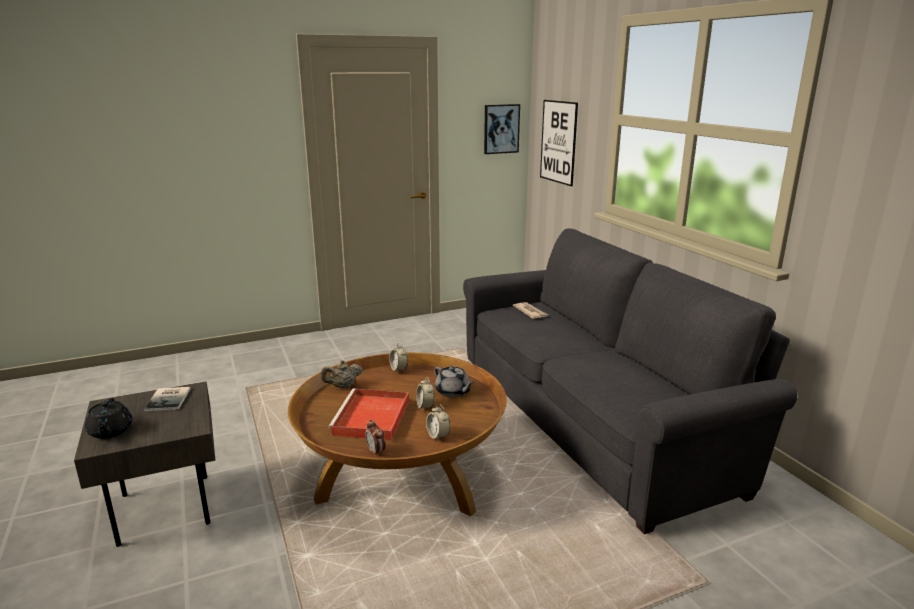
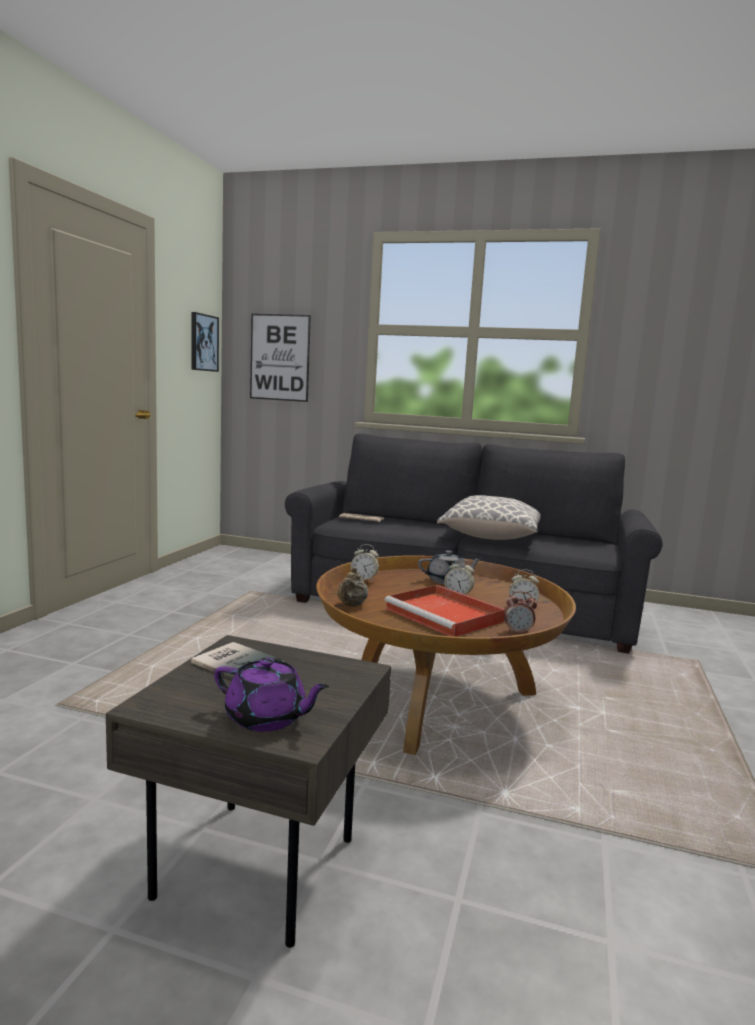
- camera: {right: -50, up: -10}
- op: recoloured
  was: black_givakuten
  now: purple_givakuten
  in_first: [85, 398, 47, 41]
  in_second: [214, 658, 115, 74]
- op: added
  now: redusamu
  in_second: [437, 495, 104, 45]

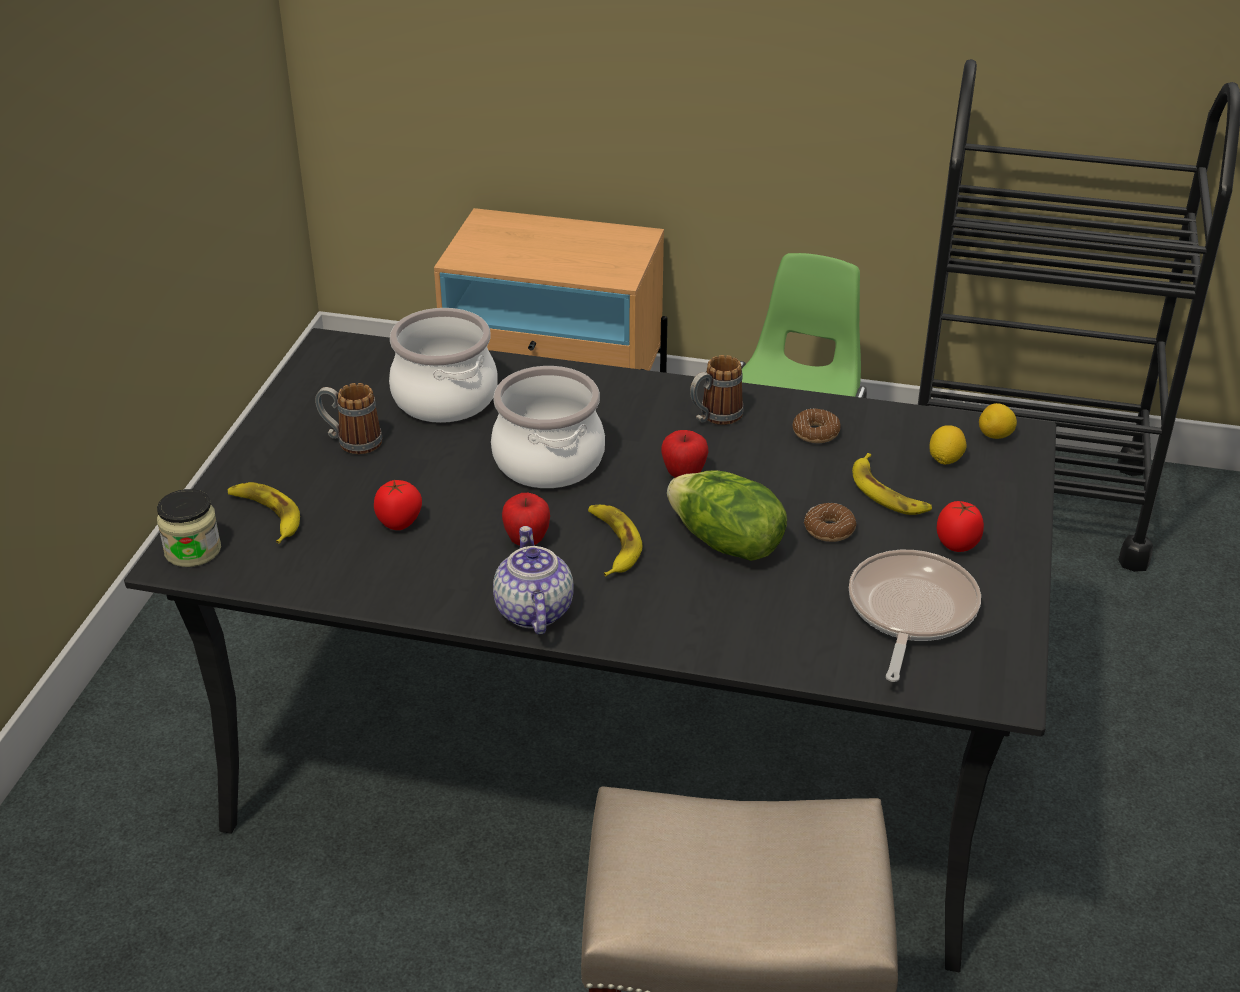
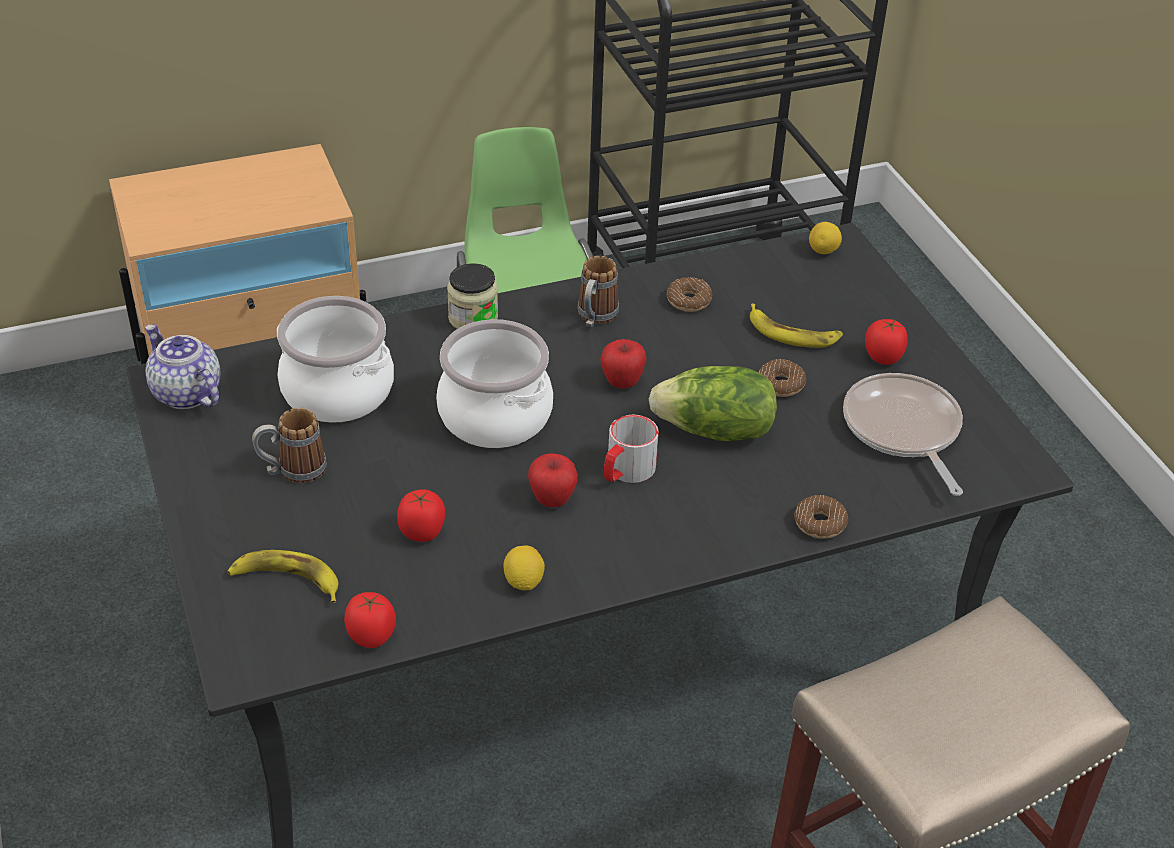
- camera: {right: -35, up: 5}
- op: moved
  was: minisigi
  in_first: [157, 489, 64, 78]
  in_second: [447, 263, 51, 66]
- op: moved
  was: givakuten
  in_first: [493, 526, 81, 109]
  in_second: [145, 324, 75, 85]
- op: replaced
  was: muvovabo
  now: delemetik
  in_first: [588, 505, 54, 71]
  in_second: [604, 415, 55, 68]
- op: moved
  was: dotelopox
  in_first: [929, 425, 38, 40]
  in_second: [503, 546, 42, 45]
- op: added
  now: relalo
  in_second: [344, 592, 52, 56]
- op: added
  now: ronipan
  in_second: [794, 495, 54, 44]

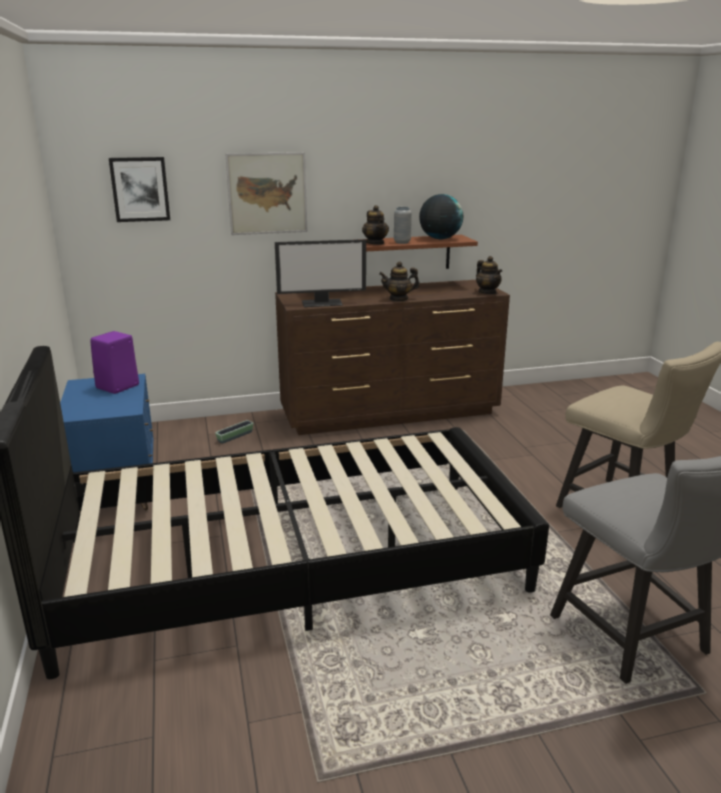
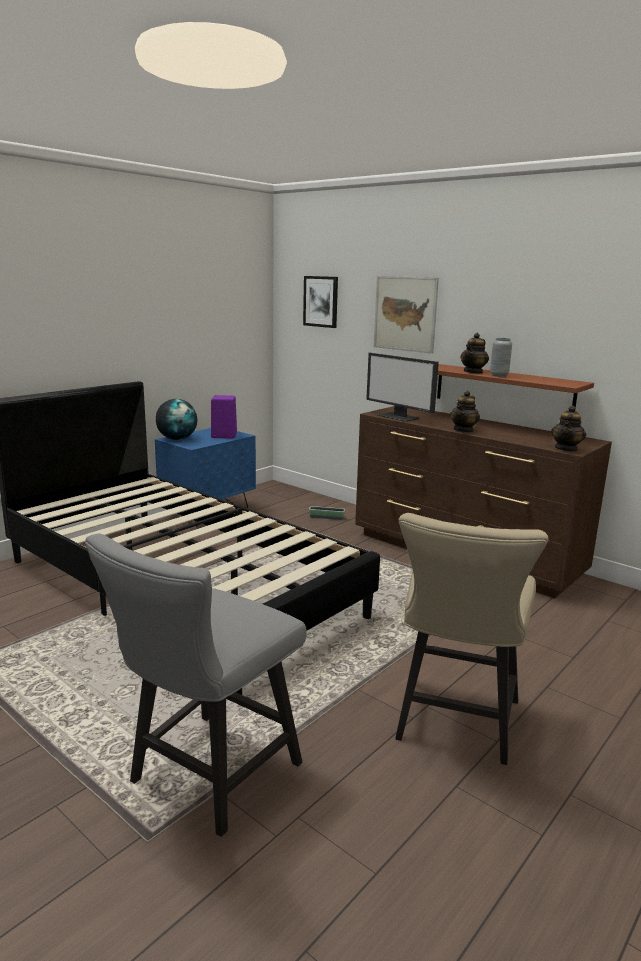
- camera: {right: 55, up: -5}
- op: turned
  was: givakuten
  in_first: [379, 261, 41, 41]
  in_second: [450, 391, 30, 42]
  clockwise: -105
- op: moved
  was: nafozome
  in_first: [419, 194, 44, 45]
  in_second: [156, 399, 41, 41]

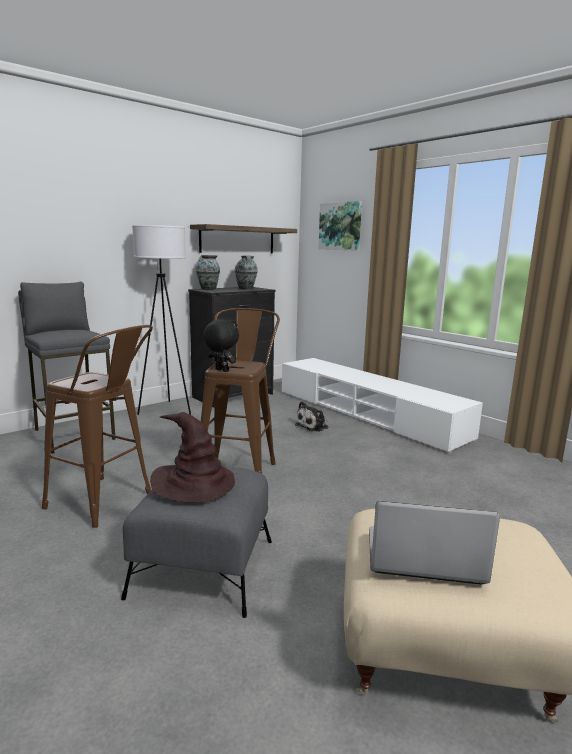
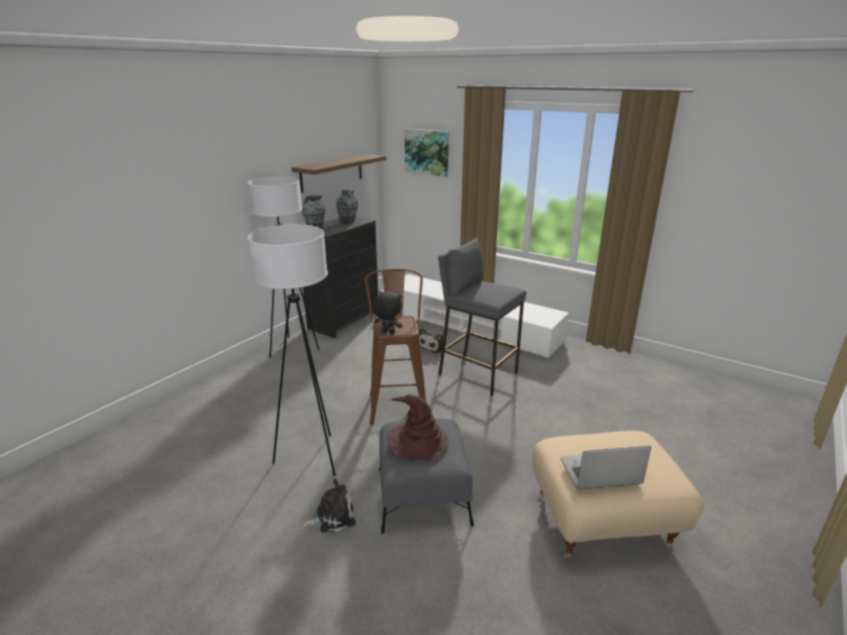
- camera: {right: -15, up: 10}
- op: moved
  was: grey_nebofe
  in_first: [18, 282, 98, 172]
  in_second: [438, 238, 89, 158]
- op: replaced
  was: brown_nebofe
  now: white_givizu
  in_first: [42, 325, 111, 203]
  in_second: [248, 224, 88, 252]
- op: added
  now: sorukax
  in_second: [302, 479, 54, 53]

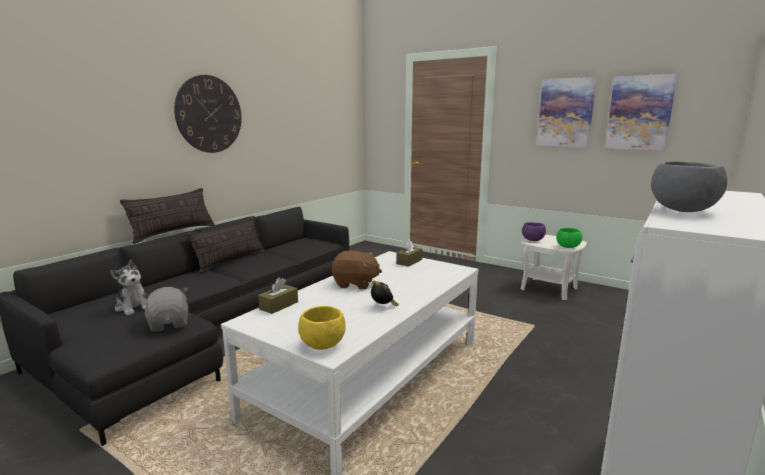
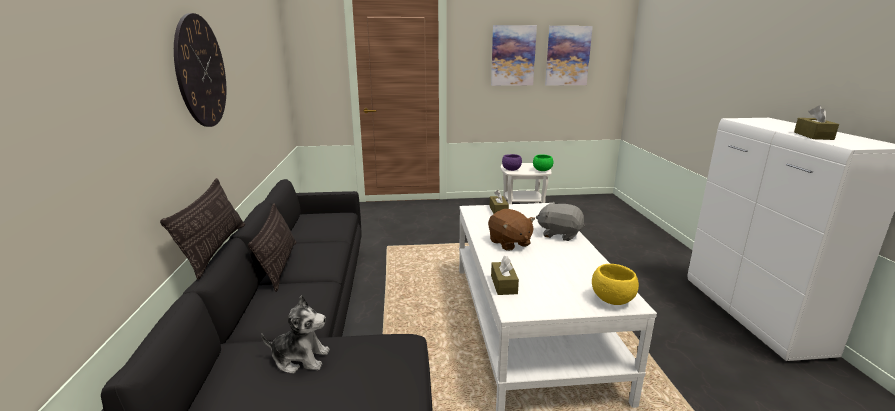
- camera: {right: -40, up: 5}
- op: moved
  was: grey_sorukax
  in_first: [142, 287, 46, 45]
  in_second: [536, 202, 49, 39]
- op: turned
  was: brown_sorukax
  in_first: [332, 251, 50, 38]
  in_second: [488, 209, 47, 42]
  clockwise: 90
- op: removed
  was: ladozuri
  in_first: [371, 281, 28, 26]
- op: replaced
  was: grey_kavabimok
  now: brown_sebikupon
  in_first: [651, 161, 76, 51]
  in_second: [794, 105, 45, 35]

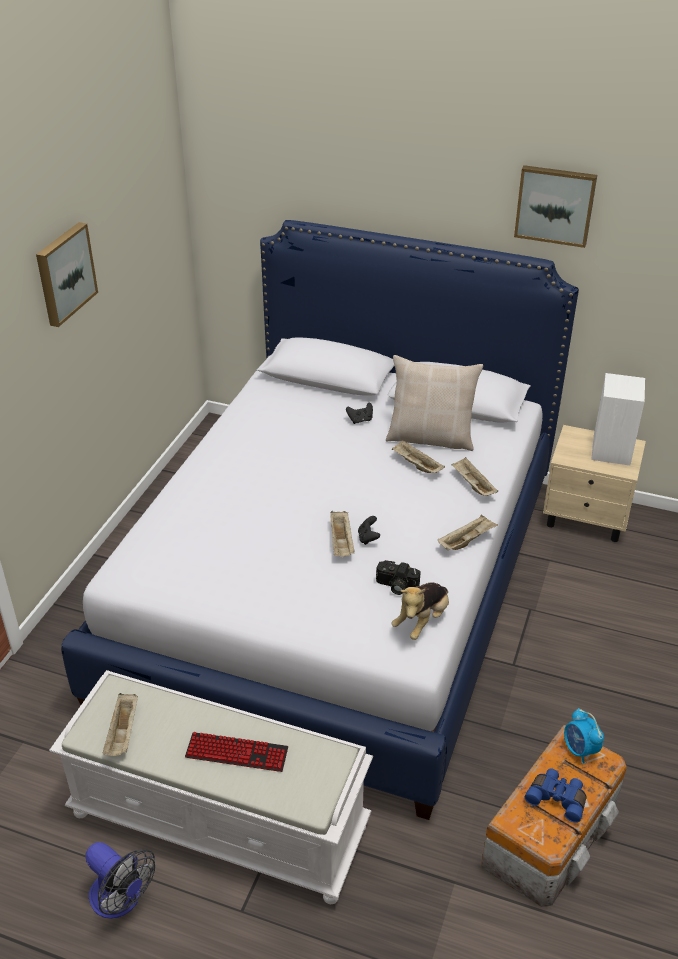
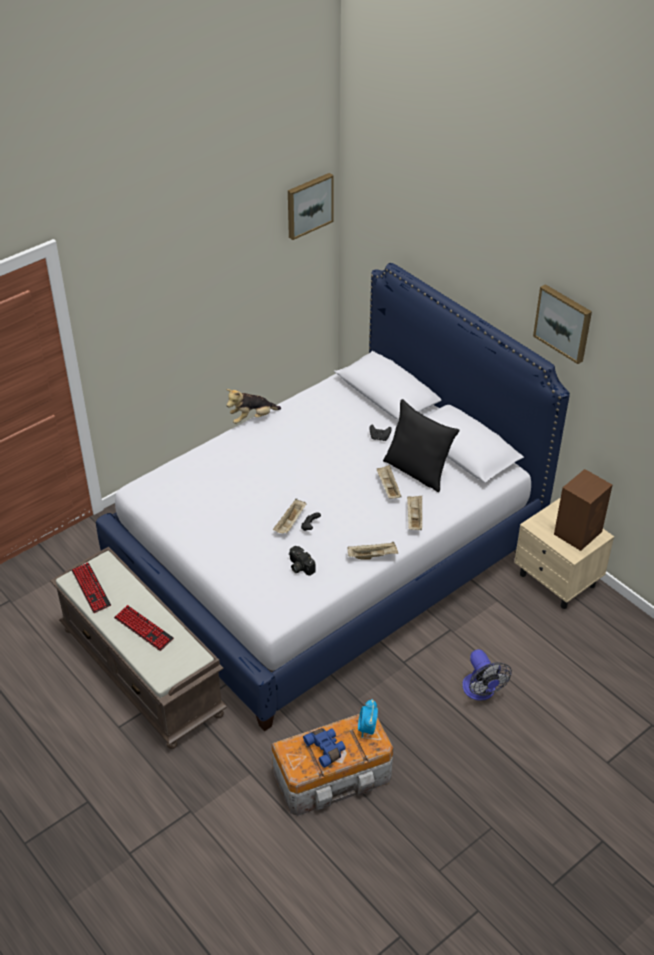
- camera: {right: 30, up: 5}
- op: moved
  was: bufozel
  in_first: [36, 222, 62, 105]
  in_second: [288, 173, 46, 67]
- op: recoloured
  was: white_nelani
  now: brown_nelani
  in_first: [49, 670, 324, 234]
  in_second: [50, 547, 177, 202]
- op: moved
  was: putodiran
  in_first: [85, 842, 70, 77]
  in_second: [462, 649, 50, 52]
- op: replaced
  was: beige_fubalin
  now: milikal
  in_first: [103, 693, 35, 63]
  in_second: [72, 562, 39, 51]
- op: recoloured
  was: beige_redusamu
  now: black_redusamu
  in_first: [386, 355, 97, 96]
  in_second: [383, 399, 76, 93]
- op: moved
  was: sorukax
  in_first: [391, 583, 58, 57]
  in_second: [226, 389, 55, 35]
- op: recoloured
  was: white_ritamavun
  now: brown_ritamavun
  in_first: [591, 373, 54, 92]
  in_second: [554, 469, 58, 82]

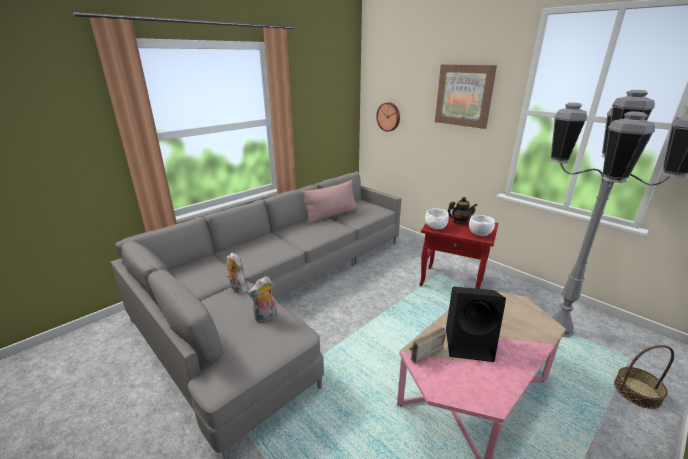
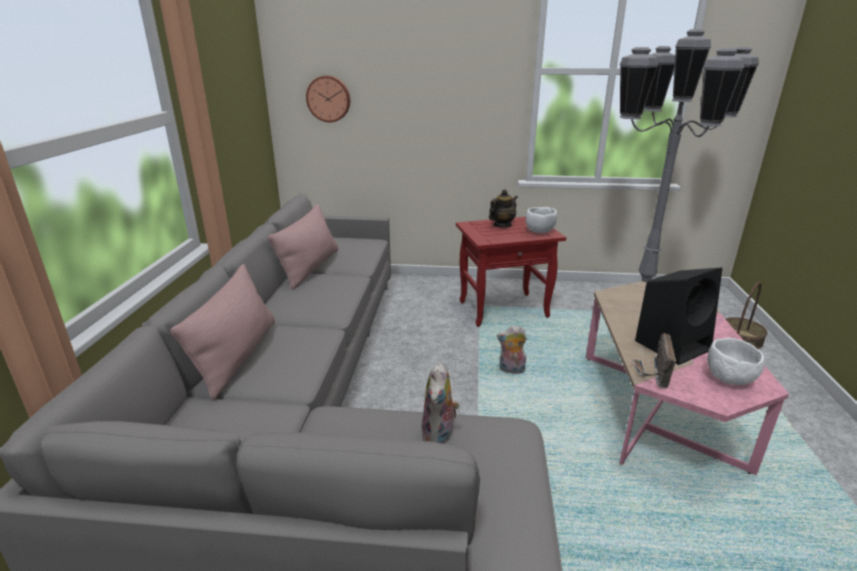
- camera: {right: -40, up: 0}
- op: moved
  was: sorukax
  in_first: [227, 252, 22, 41]
  in_second: [497, 326, 30, 48]
- op: moved
  was: white_kavabimok
  in_first: [425, 208, 24, 22]
  in_second: [707, 338, 58, 47]
- op: removed
  was: bufozel
  in_first: [435, 64, 62, 65]
- op: added
  now: pink_redusamu
  in_second: [170, 264, 105, 136]

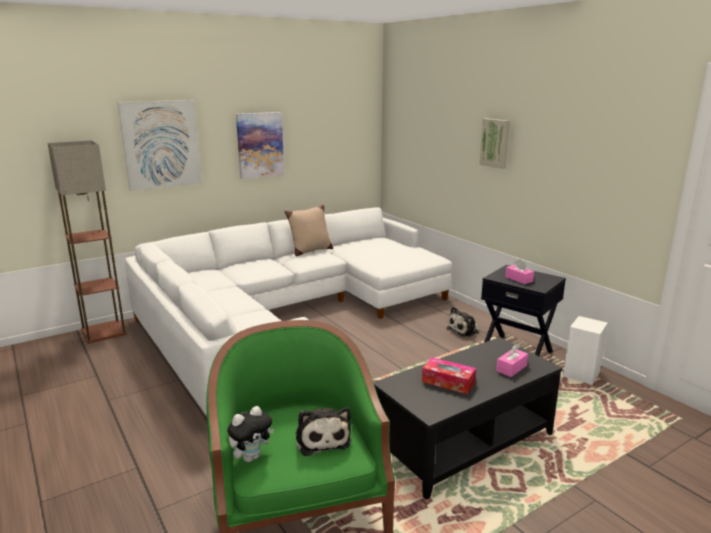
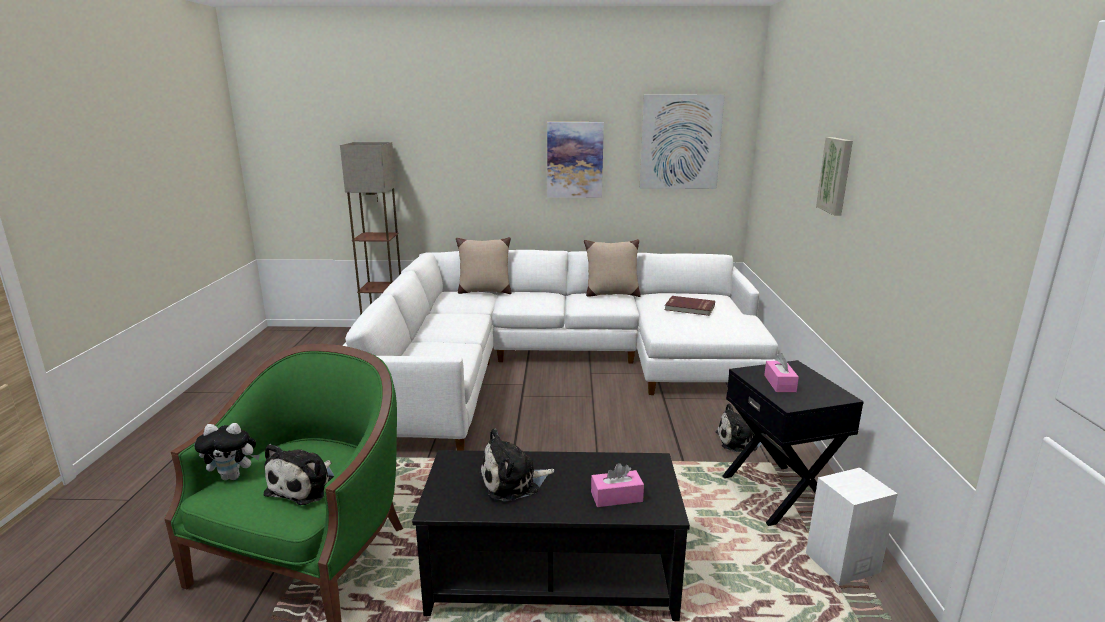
- camera: {right: 35, up: 0}
- op: moved
  was: bufozel
  in_first: [118, 100, 83, 91]
  in_second: [640, 95, 85, 94]
- op: replaced
  was: sebikupon
  now: sorukax
  in_first: [422, 357, 54, 37]
  in_second: [480, 428, 74, 73]
- op: added
  now: beige_redusamu
  in_second: [456, 237, 55, 57]
- op: added
  now: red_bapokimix
  in_second: [665, 296, 50, 20]

